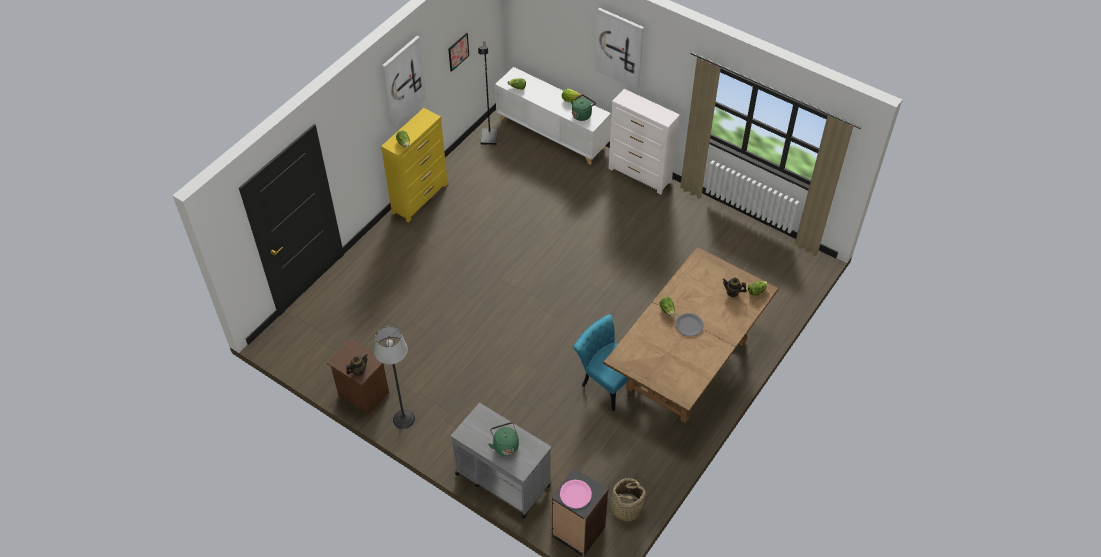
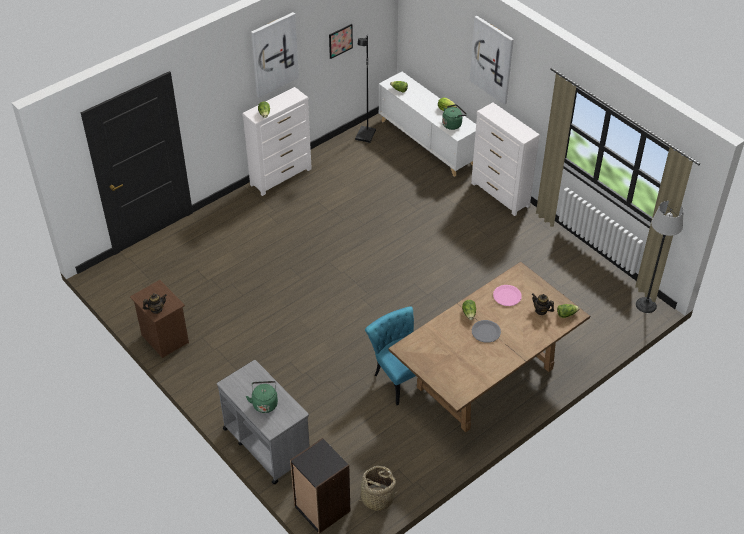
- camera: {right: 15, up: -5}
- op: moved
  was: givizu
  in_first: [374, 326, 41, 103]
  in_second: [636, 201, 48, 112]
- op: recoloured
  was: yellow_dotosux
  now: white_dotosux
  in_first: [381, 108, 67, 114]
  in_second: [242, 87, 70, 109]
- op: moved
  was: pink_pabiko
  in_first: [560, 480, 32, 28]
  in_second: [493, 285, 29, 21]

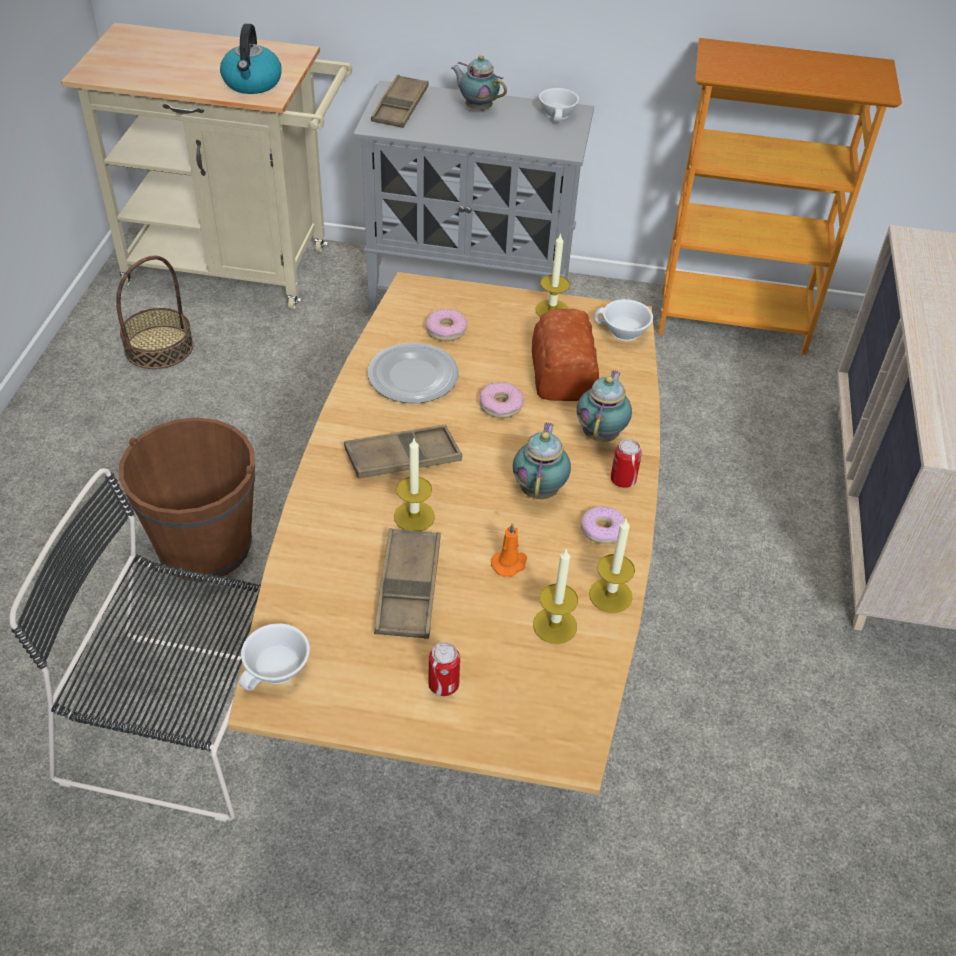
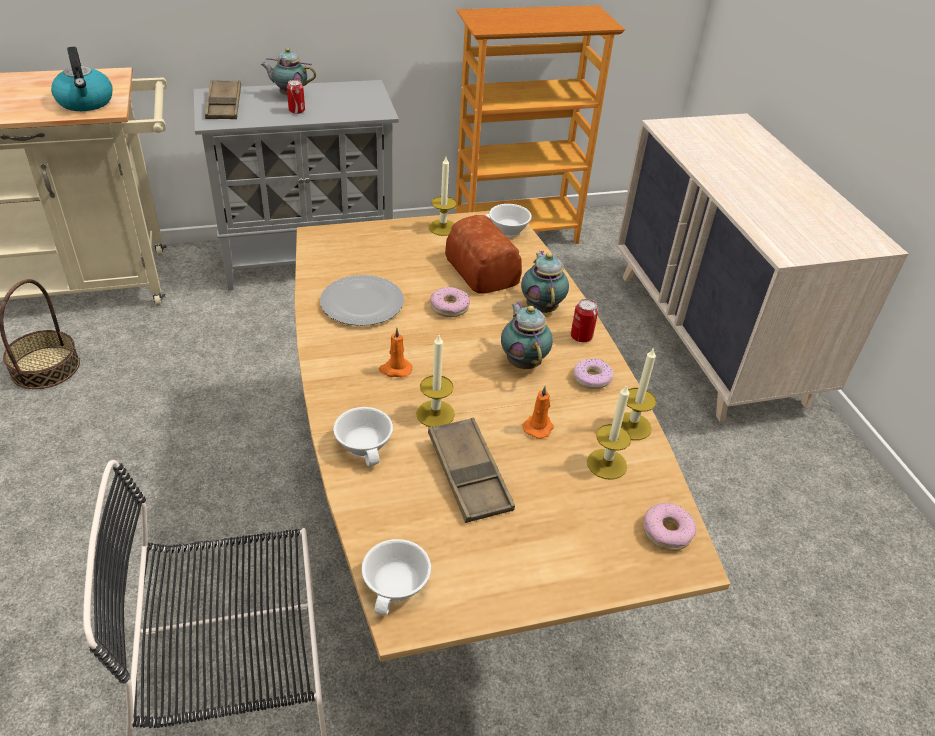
- camera: {right: -25, up: -5}
- op: removed
  was: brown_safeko
  in_first: [119, 417, 136, 165]
- op: replaced
  was: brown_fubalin
  now: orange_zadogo
  in_first: [344, 425, 118, 54]
  in_second: [379, 328, 33, 50]
- op: moved
  was: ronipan
  in_first: [426, 309, 41, 32]
  in_second: [643, 503, 53, 48]
- op: moved
  was: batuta
  in_first: [428, 642, 32, 54]
  in_second: [287, 80, 18, 34]
- op: moved
  was: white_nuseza
  in_first: [539, 88, 40, 34]
  in_second: [333, 407, 60, 60]

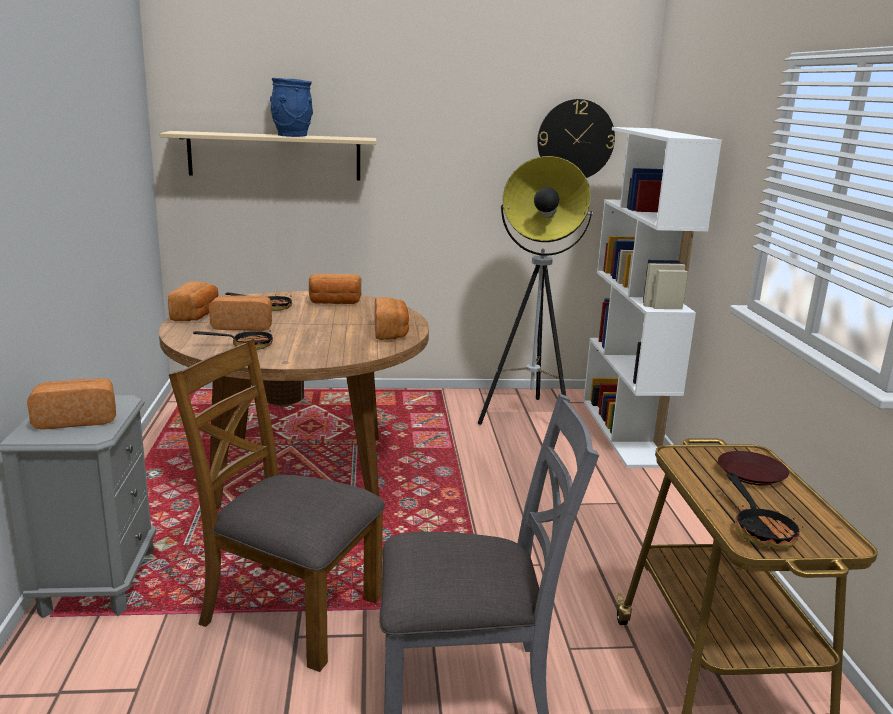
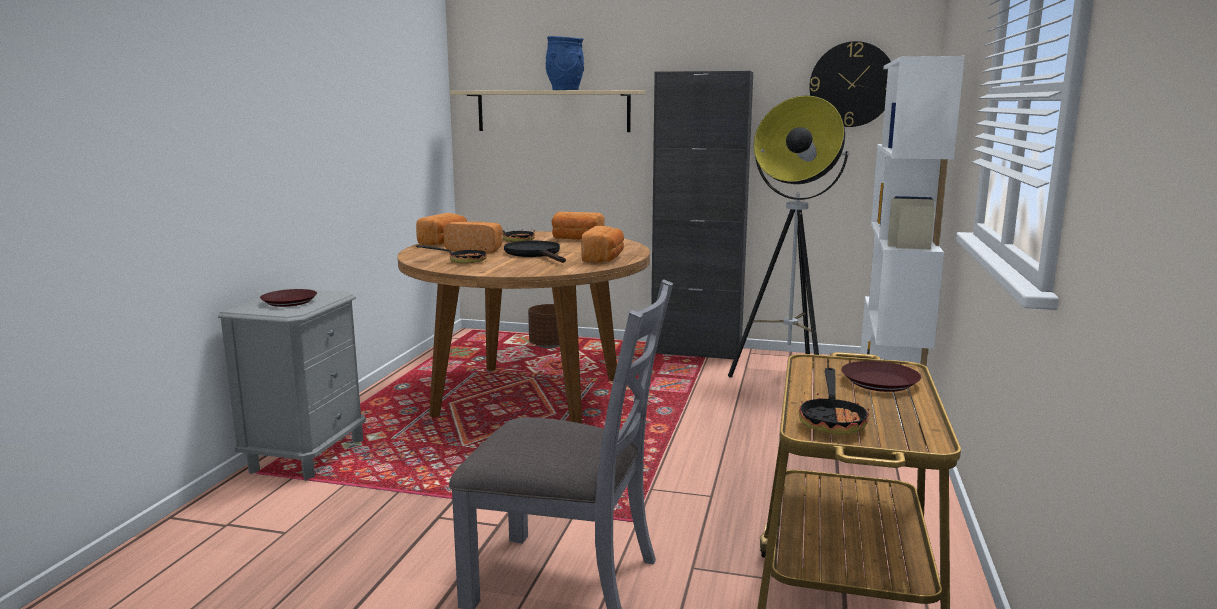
- camera: {right: 20, up: -5}
- op: replaced
  was: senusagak
  now: brown_pabiko
  in_first: [27, 378, 89, 52]
  in_second: [260, 289, 57, 18]
- op: removed
  was: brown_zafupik
  in_first: [169, 339, 216, 333]
- op: added
  now: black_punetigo
  in_second: [504, 241, 62, 22]
- op: added
  now: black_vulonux
  in_second: [651, 71, 102, 288]

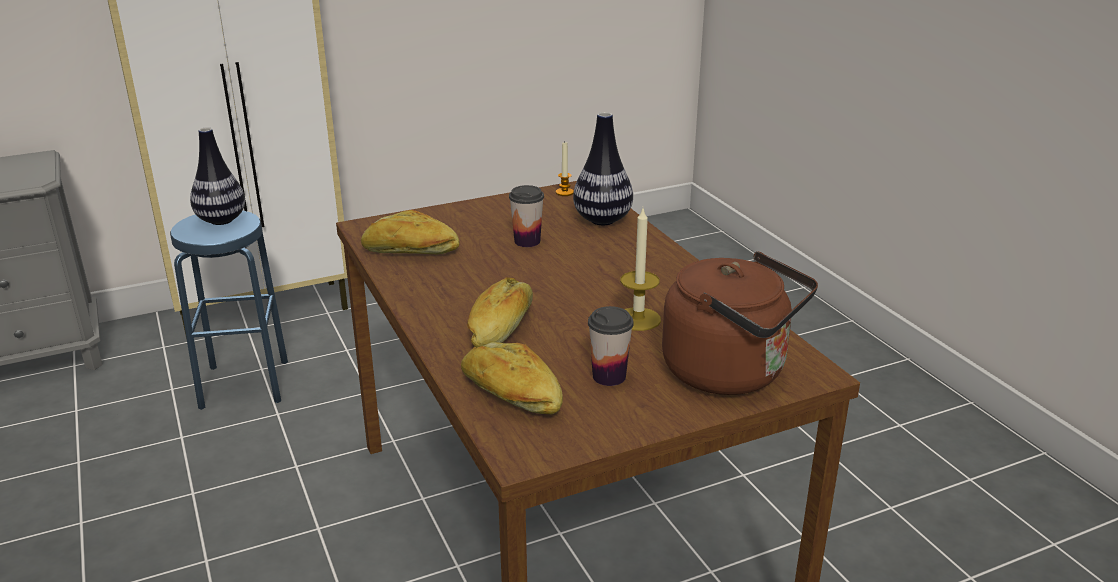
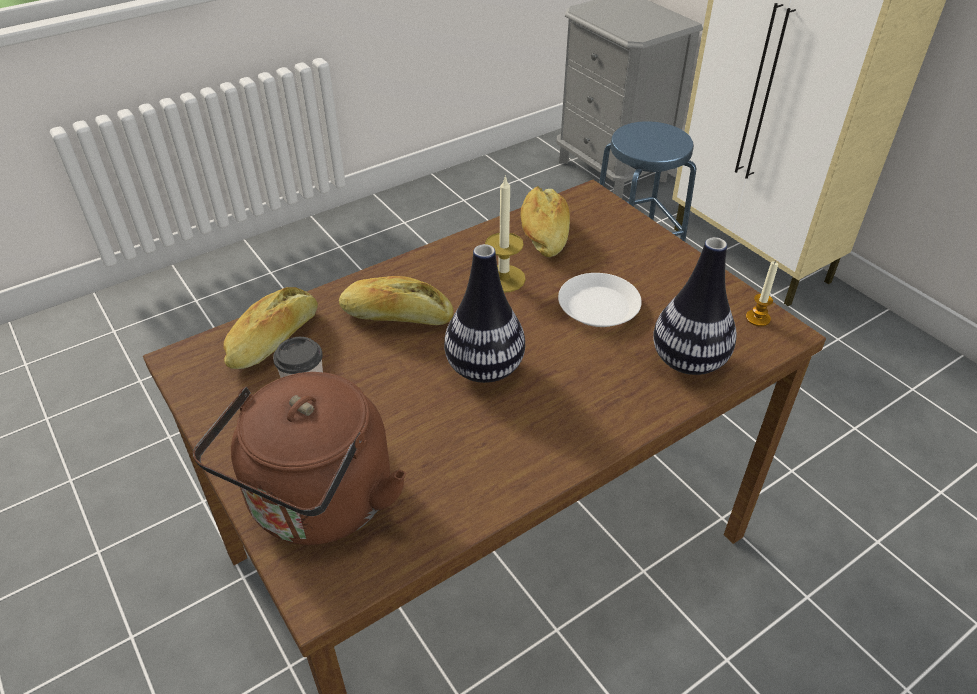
- camera: {right: 80, up: 15}
- op: moved
  was: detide
  in_first: [190, 127, 55, 98]
  in_second: [444, 244, 81, 139]
- op: replaced
  was: nuseza
  now: white_pabiko
  in_first: [509, 185, 35, 62]
  in_second: [558, 273, 84, 54]
- op: moved
  was: zadogo
  in_first: [621, 209, 40, 122]
  in_second: [485, 175, 41, 117]

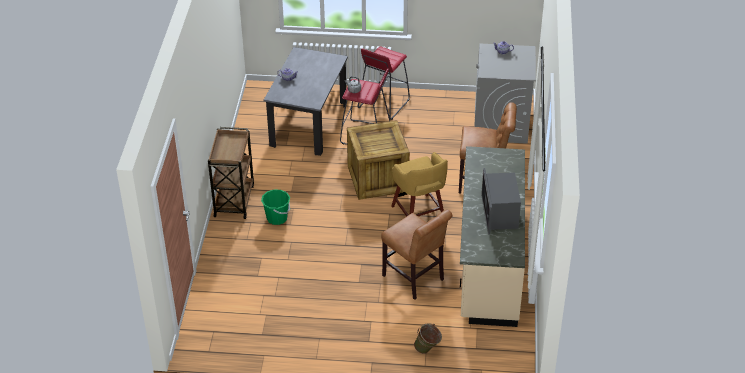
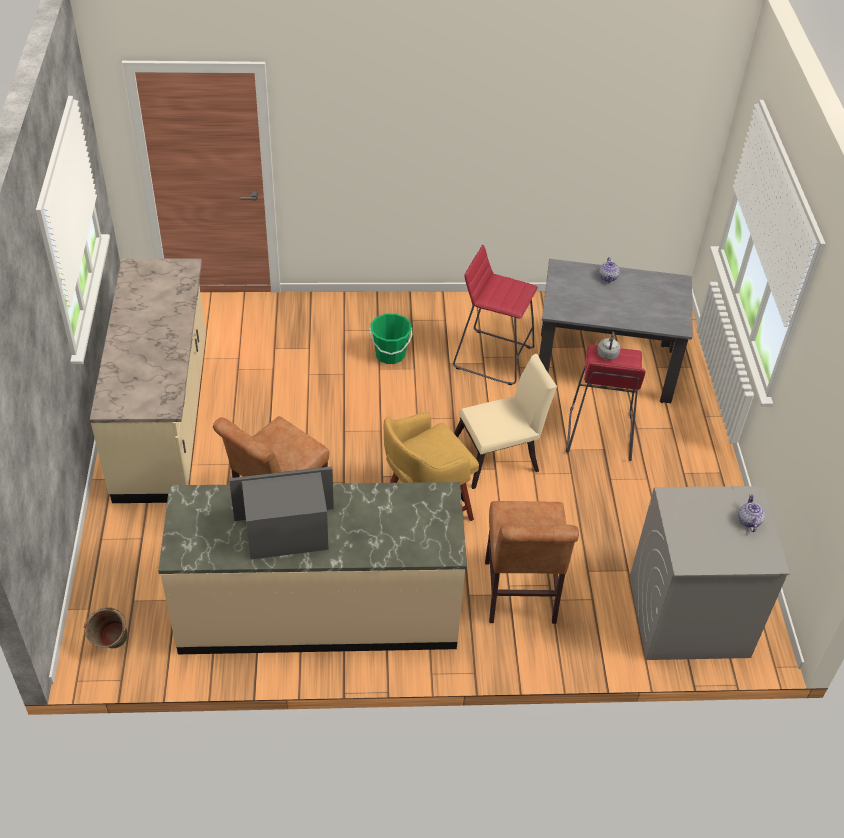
- camera: {right: 80, up: 5}
- op: removed
  was: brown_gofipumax
  in_first: [208, 127, 46, 92]
- op: replaced
  was: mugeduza
  now: beige_zafupik
  in_first: [347, 120, 63, 80]
  in_second: [454, 354, 103, 135]
- op: moved
  was: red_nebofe
  in_first: [357, 46, 53, 74]
  in_second: [453, 245, 85, 140]
- op: moved
  was: green_safeko
  in_first: [414, 323, 28, 31]
  in_second: [84, 607, 44, 42]
- op: added
  now: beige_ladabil
  in_second: [90, 259, 116, 244]

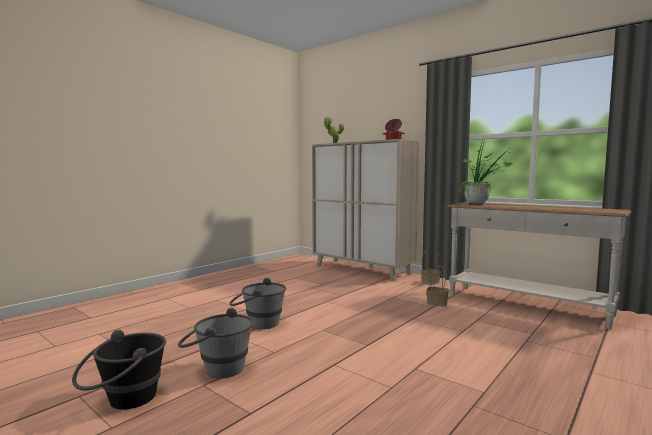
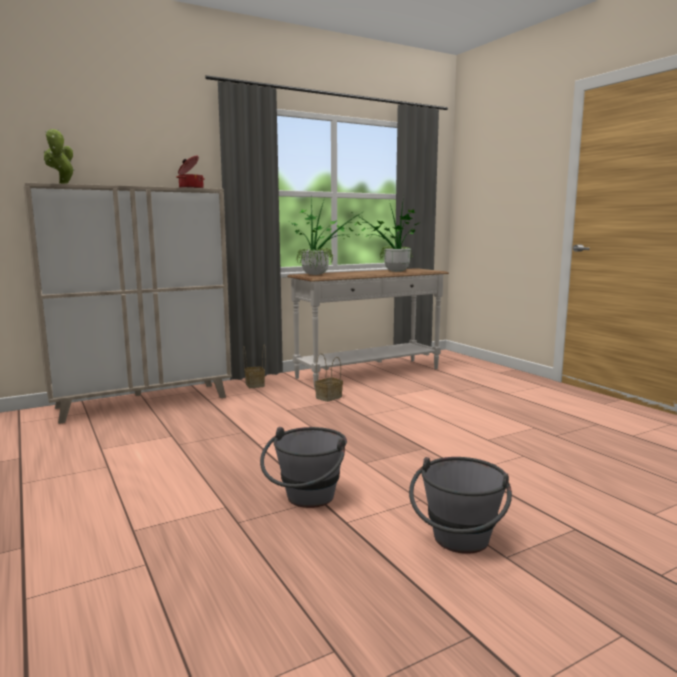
- camera: {right: -70, up: 5}
- op: removed
  was: black_safeko
  in_first: [72, 330, 94, 80]
- op: added
  now: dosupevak
  in_second: [353, 196, 68, 76]

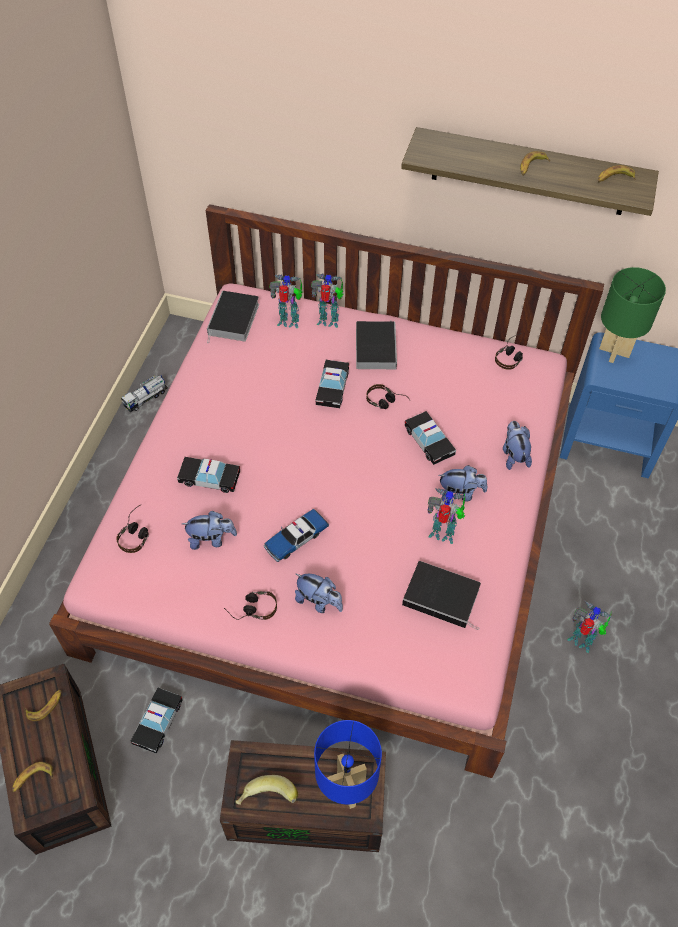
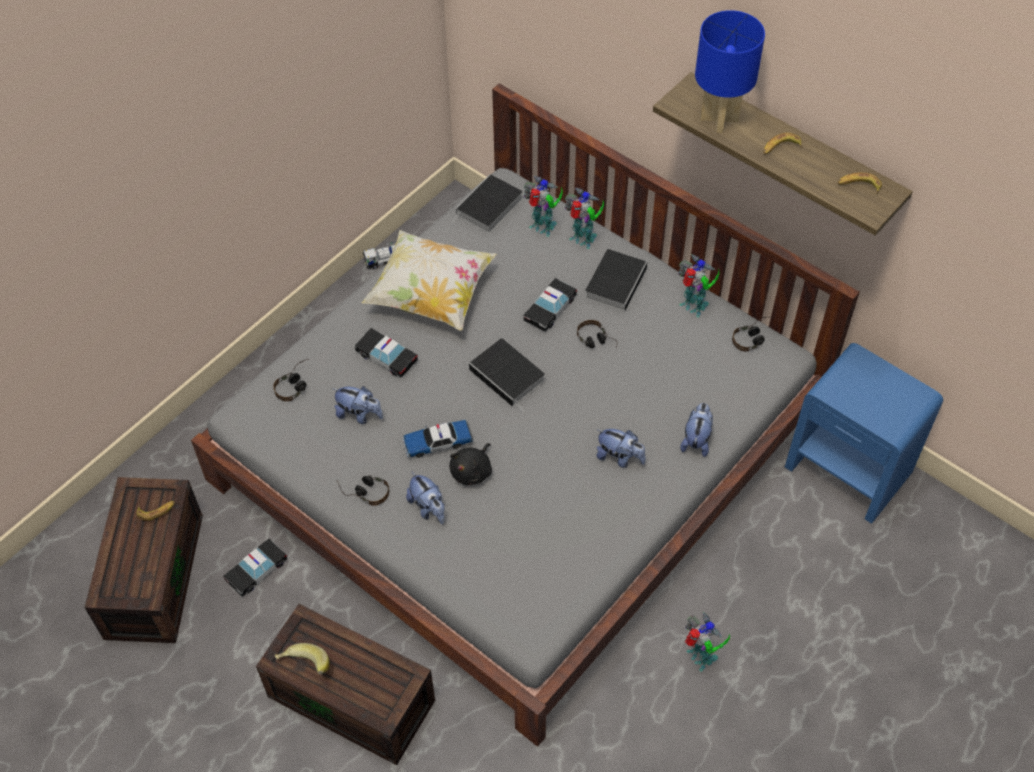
- camera: {right: 25, up: 0}
- op: removed
  was: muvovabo
  in_first: [12, 762, 41, 30]
- op: recoloured
  was: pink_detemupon
  now: grey_detemupon
  in_first: [49, 204, 555, 574]
  in_second: [191, 83, 668, 664]
- op: moved
  was: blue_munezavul
  in_first: [314, 720, 68, 89]
  in_second: [695, 10, 70, 123]
- op: moved
  was: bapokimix
  in_first: [402, 561, 79, 69]
  in_second: [469, 338, 76, 74]
- op: removed
  was: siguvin
  in_first: [404, 411, 52, 54]
- op: moved
  was: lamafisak
  in_first: [427, 488, 39, 56]
  in_second: [678, 254, 42, 63]
- op: removed
  was: green_munezavul
  in_first: [599, 267, 67, 96]
- op: added
  now: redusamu
  in_second: [362, 230, 134, 101]
- op: added
  now: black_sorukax
  in_second: [449, 443, 43, 42]

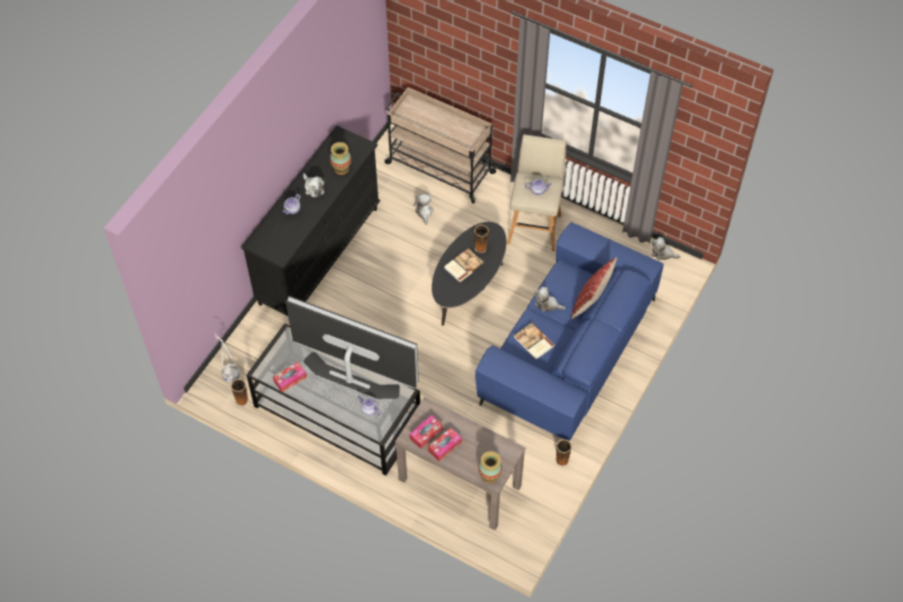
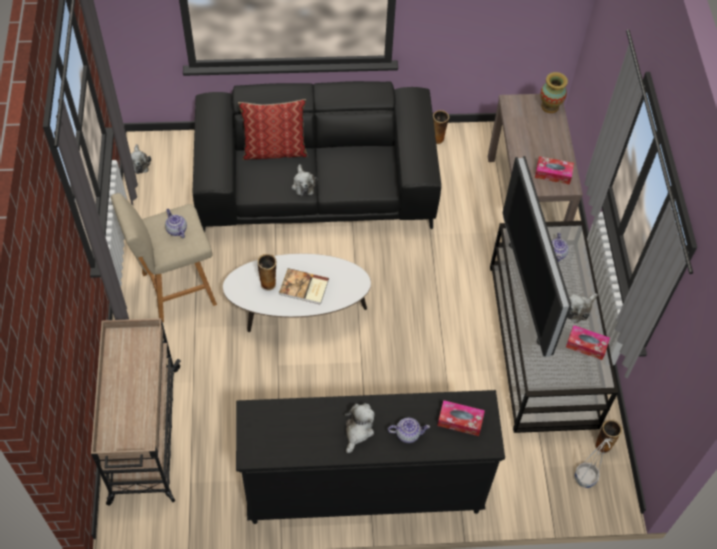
- camera: {right: -125, up: 0}
- op: removed
  was: detide
  in_first: [330, 142, 21, 33]
- op: moved
  was: sorukax
  in_first: [413, 193, 20, 32]
  in_second: [568, 294, 30, 29]
- op: moved
  was: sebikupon
  in_first: [428, 428, 34, 33]
  in_second: [437, 400, 48, 36]
- op: recoloured
  was: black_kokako
  now: white_kokako
  in_first: [432, 222, 74, 104]
  in_second: [223, 253, 148, 79]
- op: recoloured
  was: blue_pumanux
  now: black_pumanux
  in_first: [475, 222, 189, 219]
  in_second: [193, 81, 248, 151]
- op: removed
  was: bapokimix
  in_first: [514, 323, 41, 37]

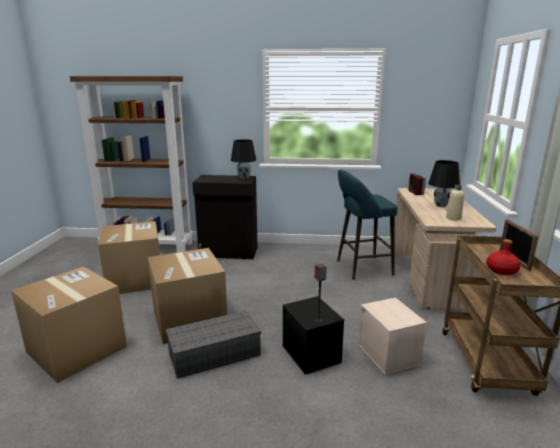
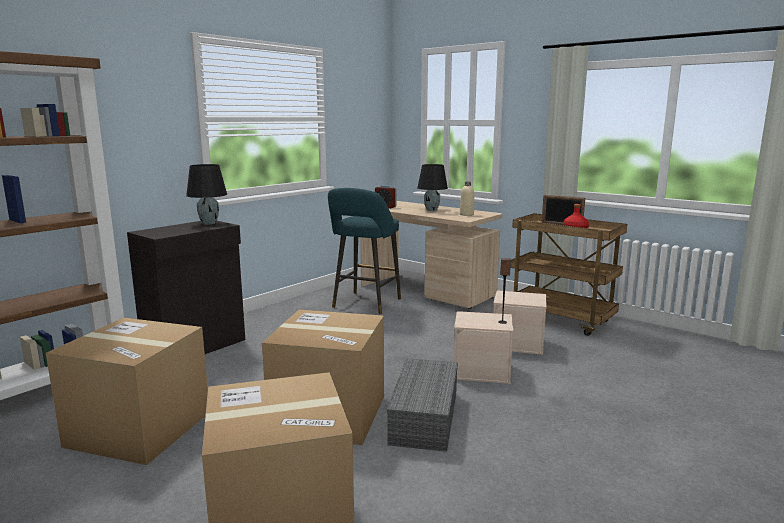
- camera: {right: -55, up: -5}
- op: recoloured
  was: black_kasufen
  now: beige_kasufen
  in_first: [282, 296, 62, 79]
  in_second: [454, 311, 59, 73]

